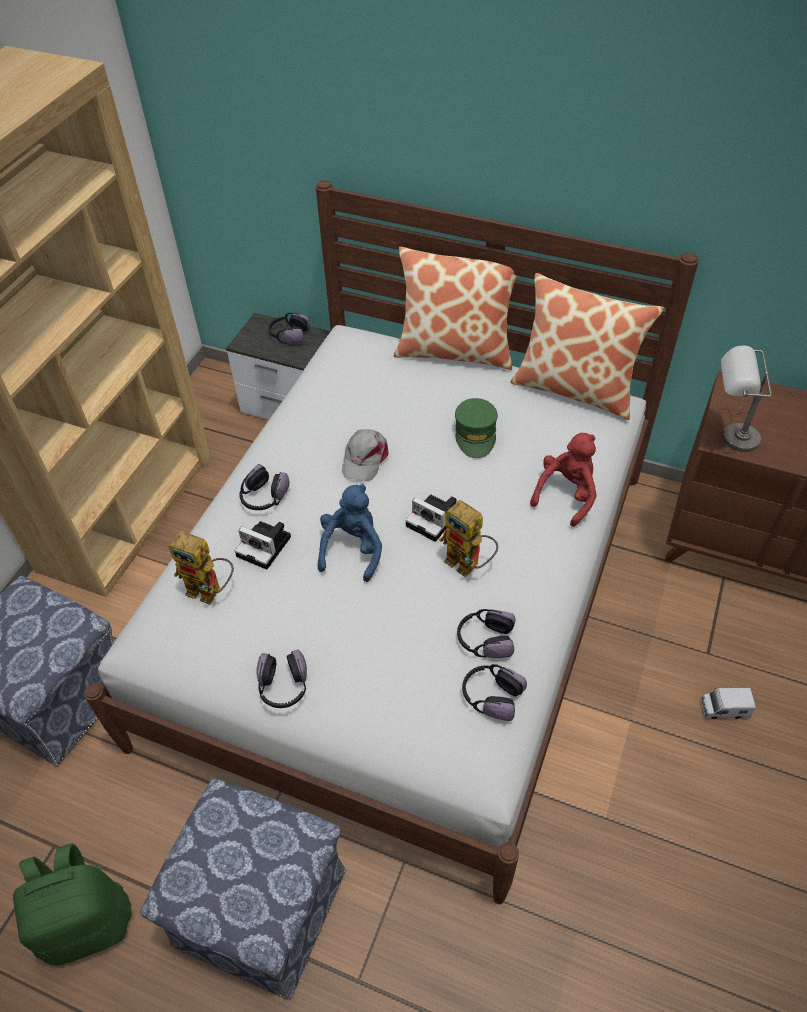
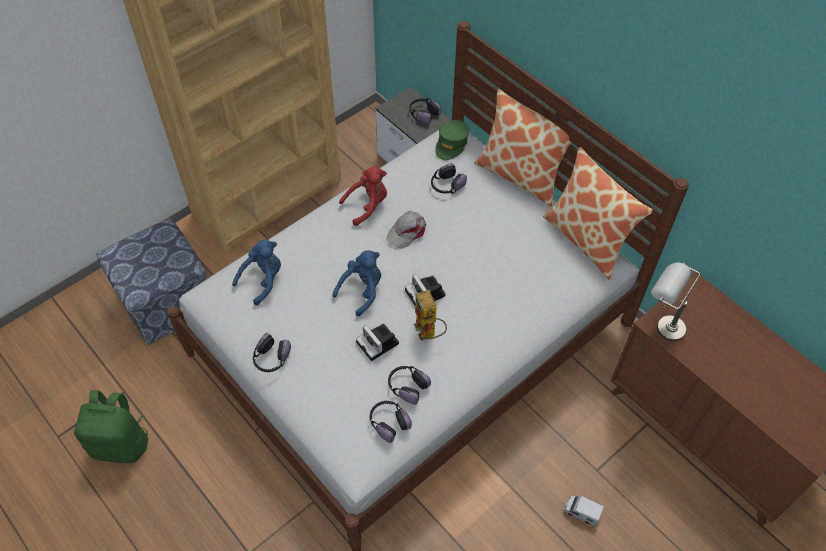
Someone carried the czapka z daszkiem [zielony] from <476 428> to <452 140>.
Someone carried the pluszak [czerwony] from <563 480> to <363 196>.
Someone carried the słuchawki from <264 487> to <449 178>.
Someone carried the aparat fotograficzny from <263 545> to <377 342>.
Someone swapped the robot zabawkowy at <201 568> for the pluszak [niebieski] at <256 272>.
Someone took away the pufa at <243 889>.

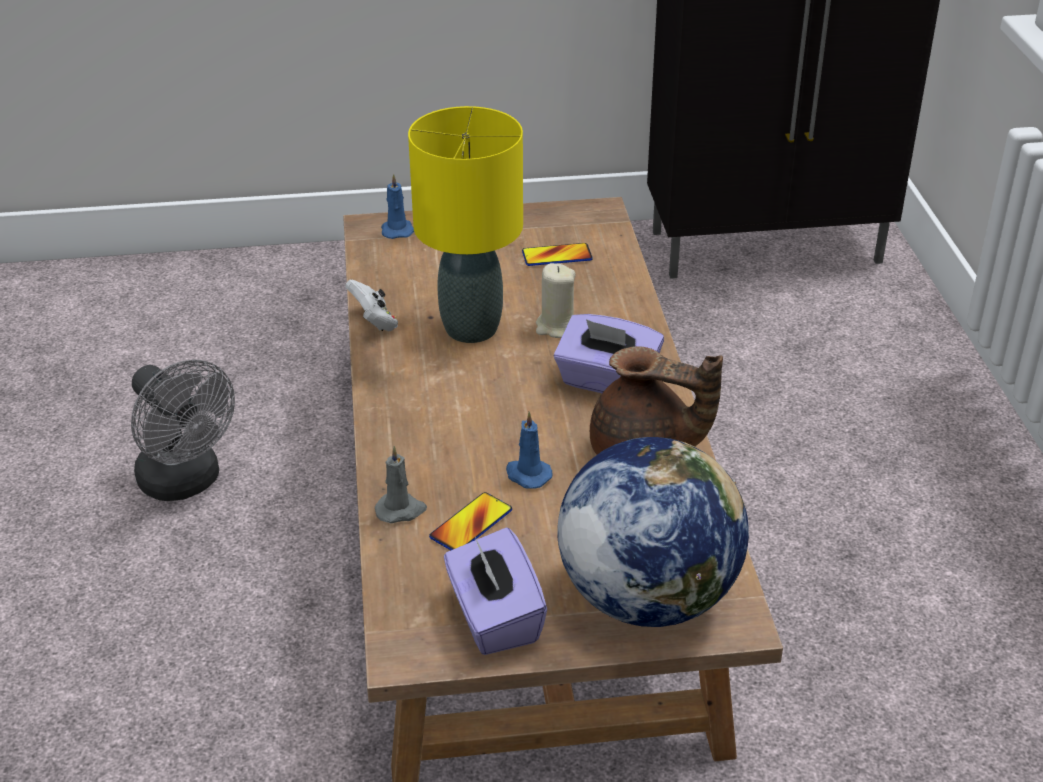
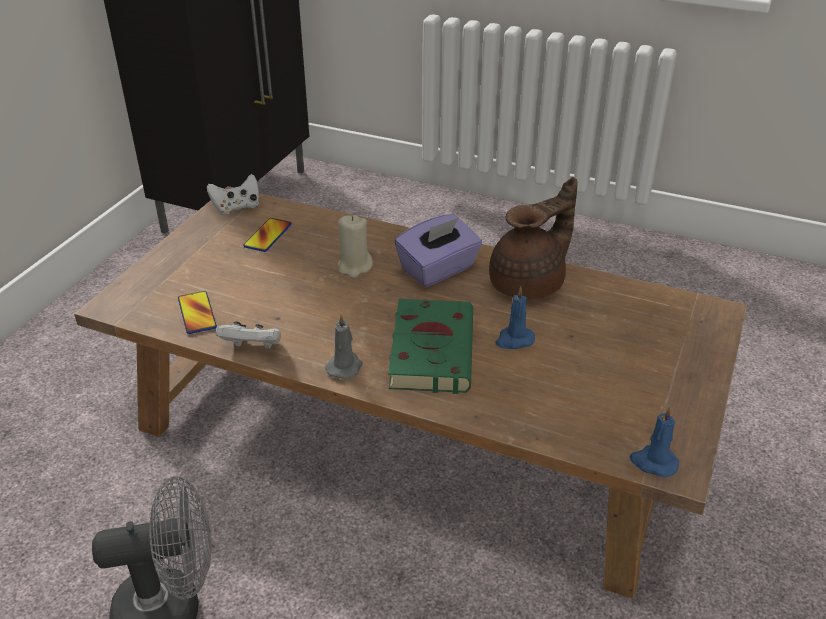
Someone took away the lampa stołowa [żółty] at <465 224>.
Someone carried the świeca [niebieski] from <397 206> to <654 442>.
Someone took away the globus at <653 532>.
Someone carried the świeca [szary] from <401 484> to <344 346>.
Someone carried the telefon from <470 521> to <197 312>.
Someone took away the pudełko chusteczek [fioletowy] at <495 591>.
Someone put down the pad do gier [biały] at <233 194>.
Someone put down the książka [zielony] at <430 346>.

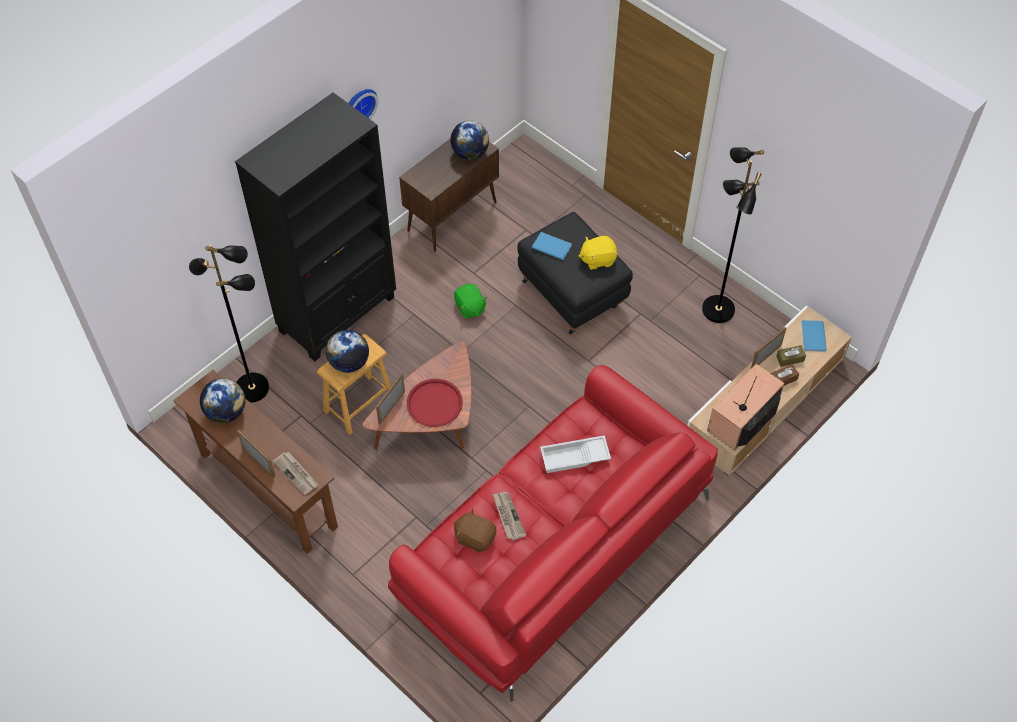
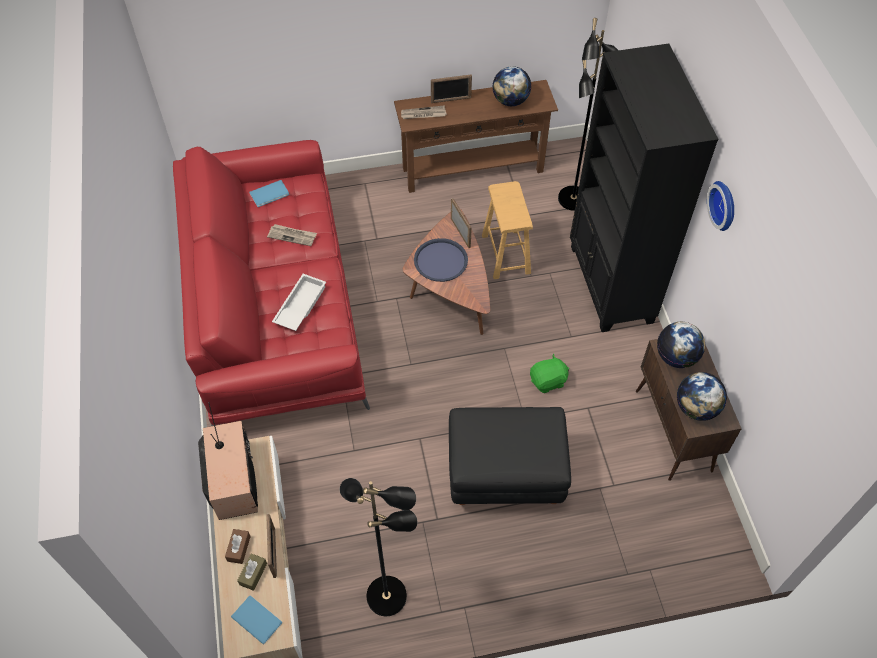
Someone carried the książka [niebieski] from <552 246> to <269 193>.
Someone took away the pluszak [żółty] at <598 253>.
Someone rotated the pluszak [zielony] at <470 301> by 150 degrees clockwise.
Someone carried the globus from <347 351> to <681 344>.
Someone repainted the taca [czerwony] at <435 403>, which became the taca [niebieski] at <441 260>.
Someone took away the pluszak [brązowy] at <475 530>.

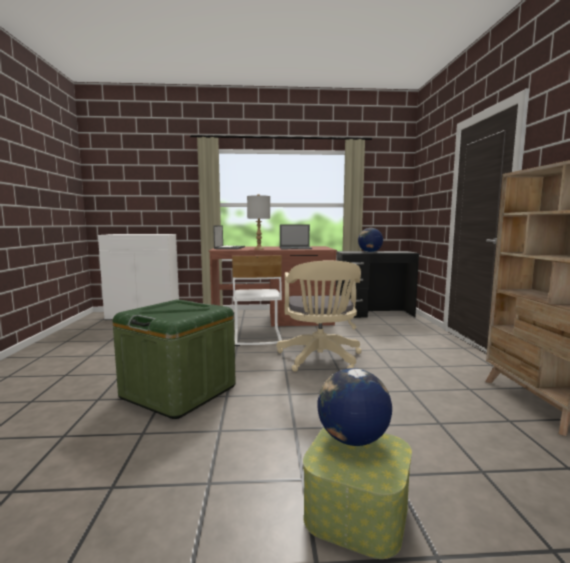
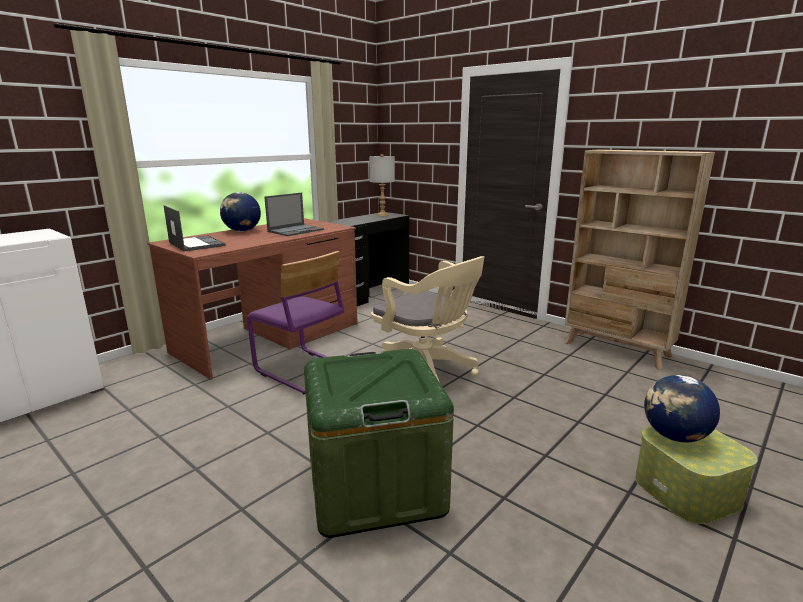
Someone carried the lampa stołowa [szary] from <258 222> to <382 185>.
Someone carried the globus from <370 240> to <240 212>.
Someone repainted the krzesło [biały] at <257 300>, which became the krzesło [fioletowy] at <295 322>.

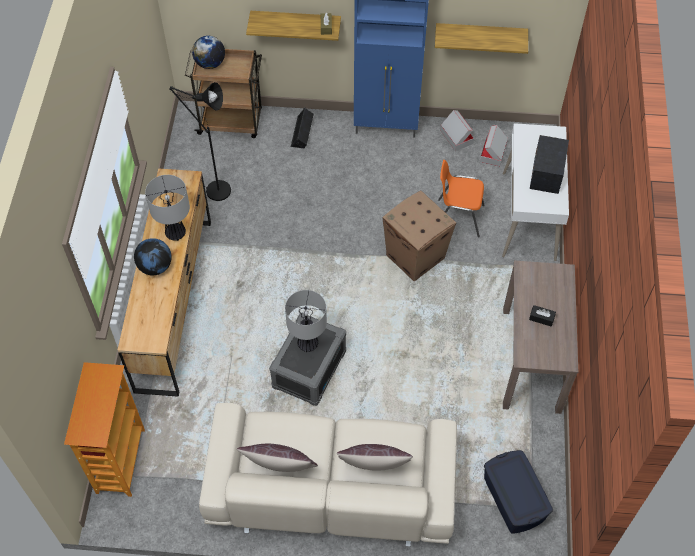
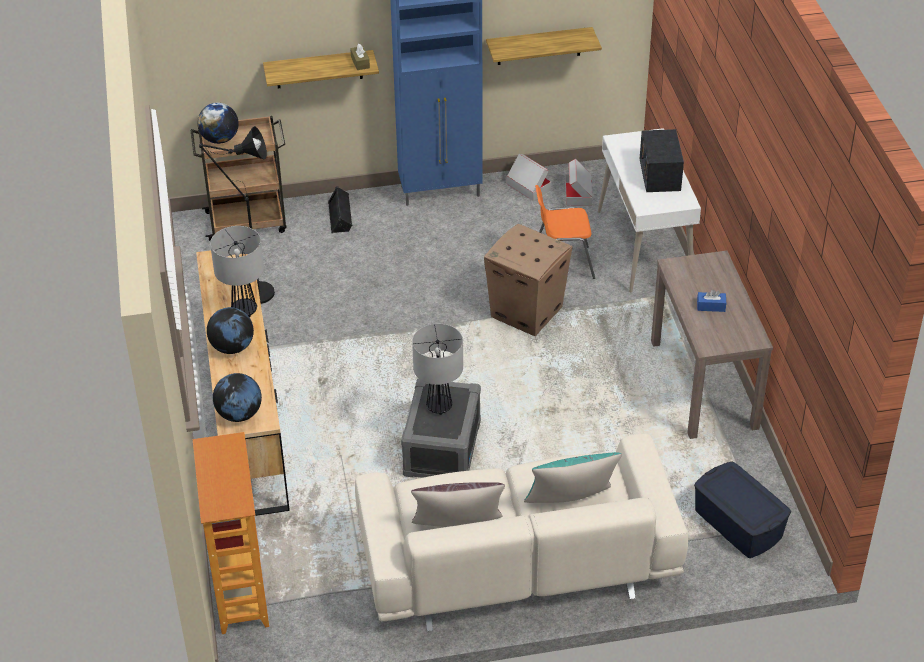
Someone repainted the pudełko chusteczek [czarny] at <542 315>, which became the pudełko chusteczek [niebieski] at <711 300>.
Someone repainted the poduszka [brązowy] at <375 457>, which became the poduszka [turkusowy] at <573 477>.
Someone put down the globus at <237 397>.

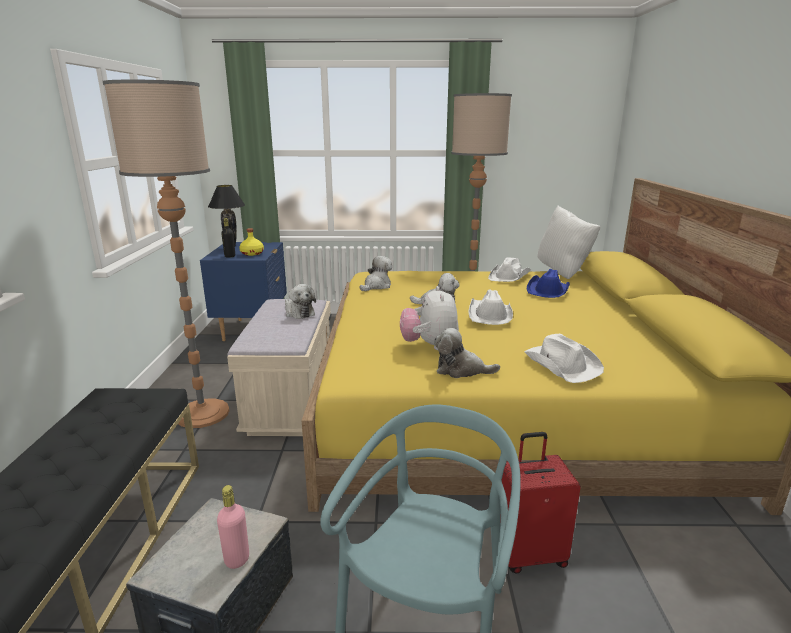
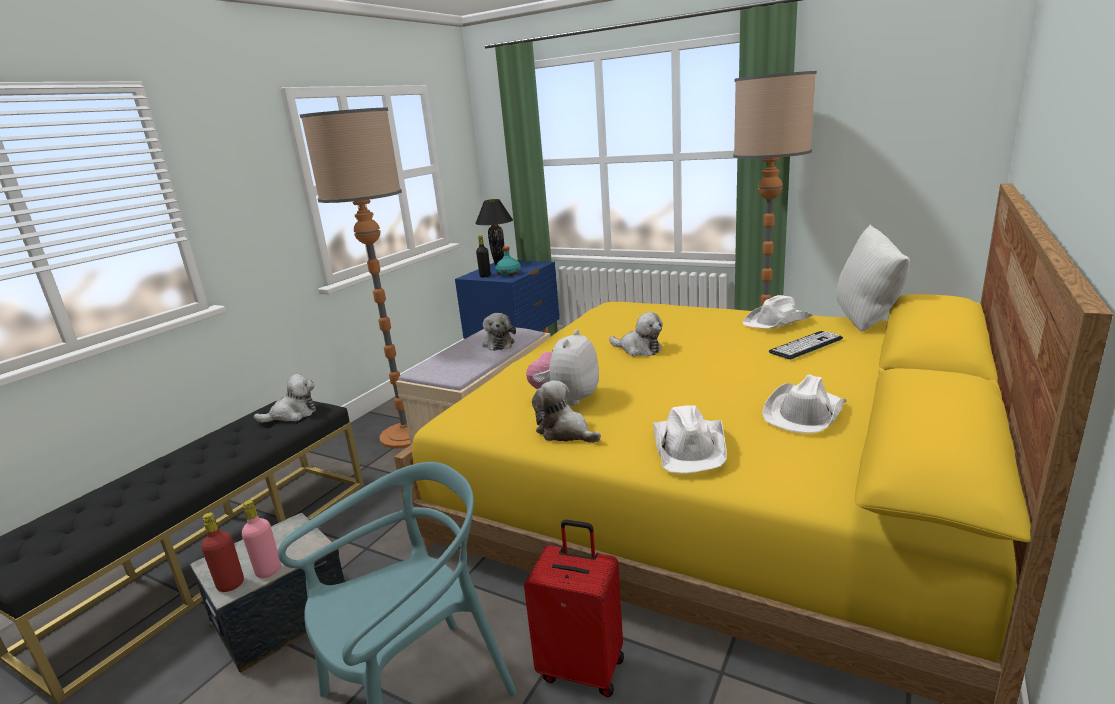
Someone repainted the butelka [żółty] at <251 242>, which became the butelka [turkusowy] at <508 261>.
Someone carried the pluszak from <376 273> to <285 398>.
Someone swapped the kapelusz [niebieski] at <548 283> for the klawiatura at <806 345>.
Someone carried the kapelusz [biały] from <490 307> to <804 403>.
Someone put down the butelka [czerwony] at <222 552>.

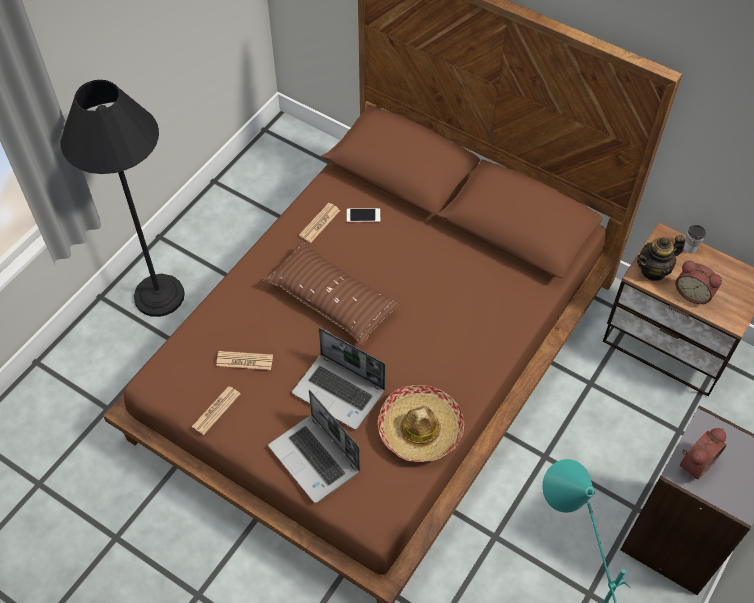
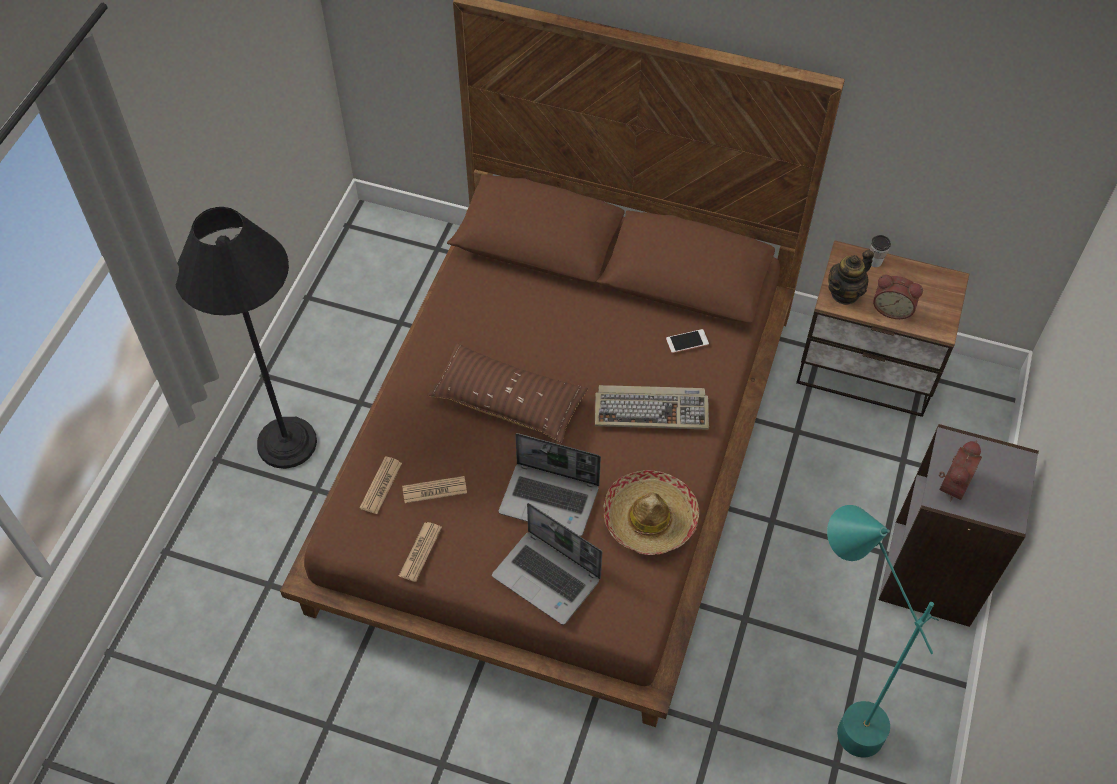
Someone carried the gazeta from <319 222> to <381 485>.
Someone carried the telefon from <363 215> to <687 341>.
Someone put down the klawiatura at <652 407>.

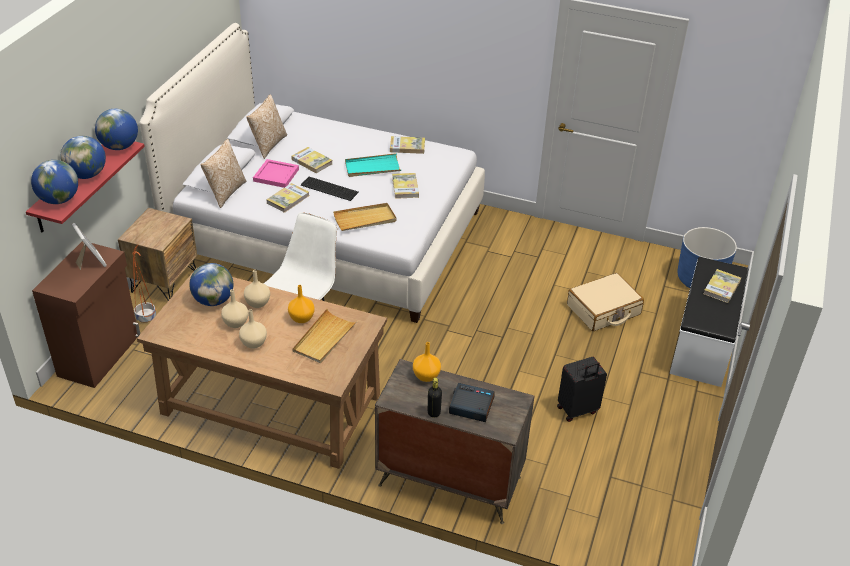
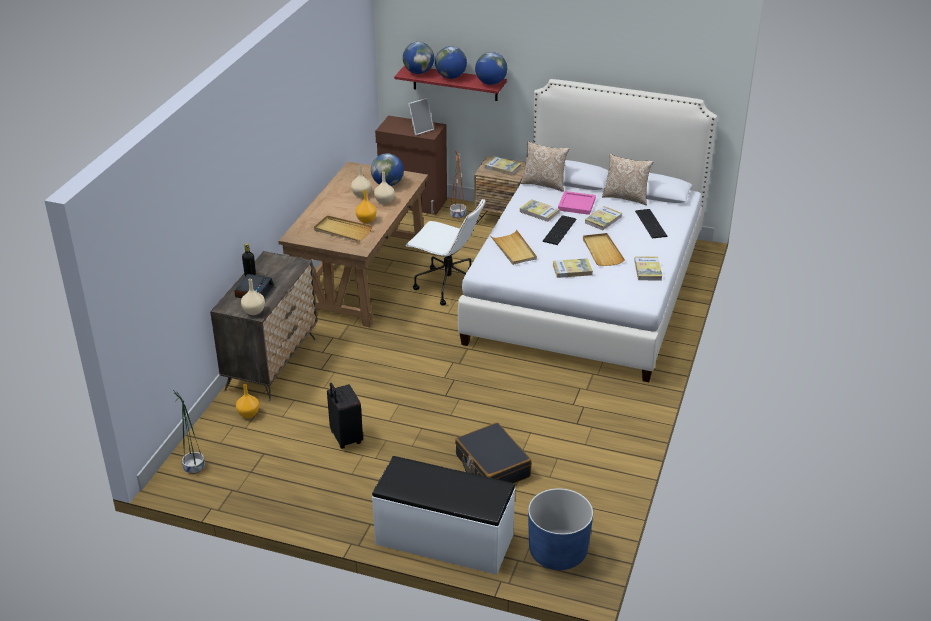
Someone repainted the taca [turkusowy] at <373 165>, which became the taca [beżowy] at <604 249>.
Someone carried the książka from <722 286> to <503 166>.
Someone repainted the walizka [beżowy] at <605 302>, which became the walizka [czarny] at <493 453>.
Someone carried the wazon [beżowy] from <253 329> to <253 297>.
Someone carried the wazon [pomarańczowy] from <427 362> to <247 401>.
Someone put down the klawiatura at <651 223>.
Someone put down the donica [zielony] at <189 432>.

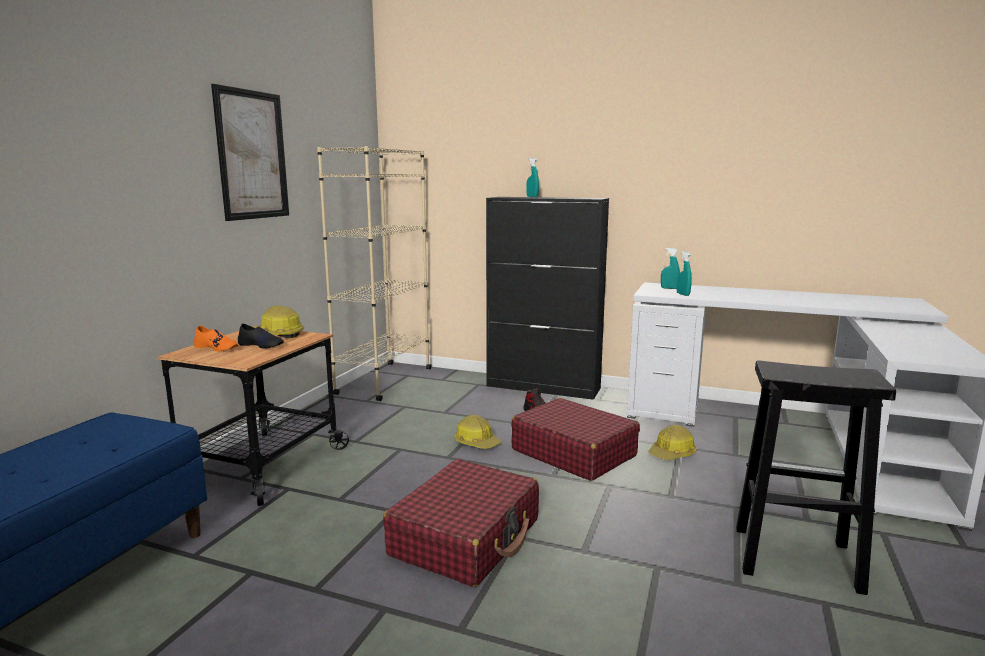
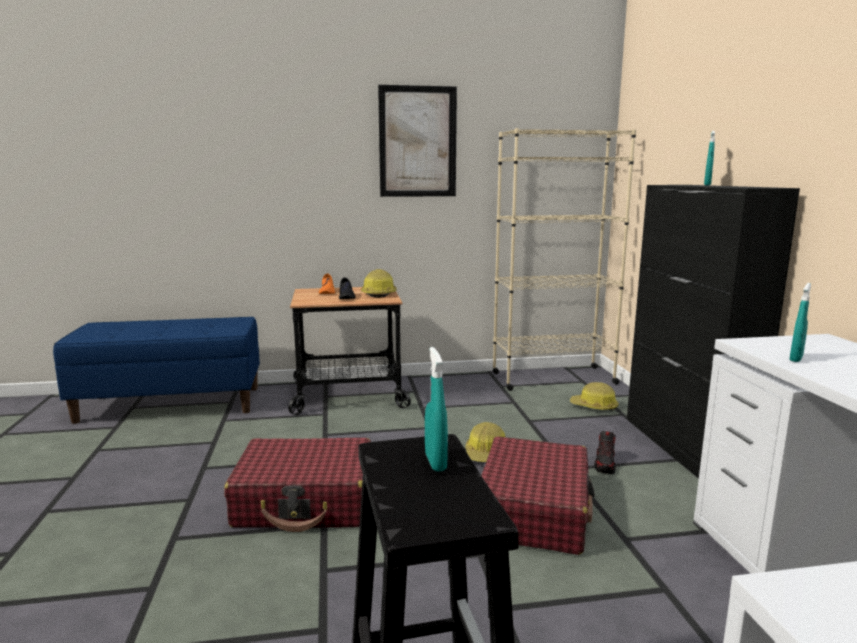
Someone carried the spryskiwacz [turkusowy] from <670 268> to <436 409>.
Someone carried the kask from <672 442> to <594 396>.

